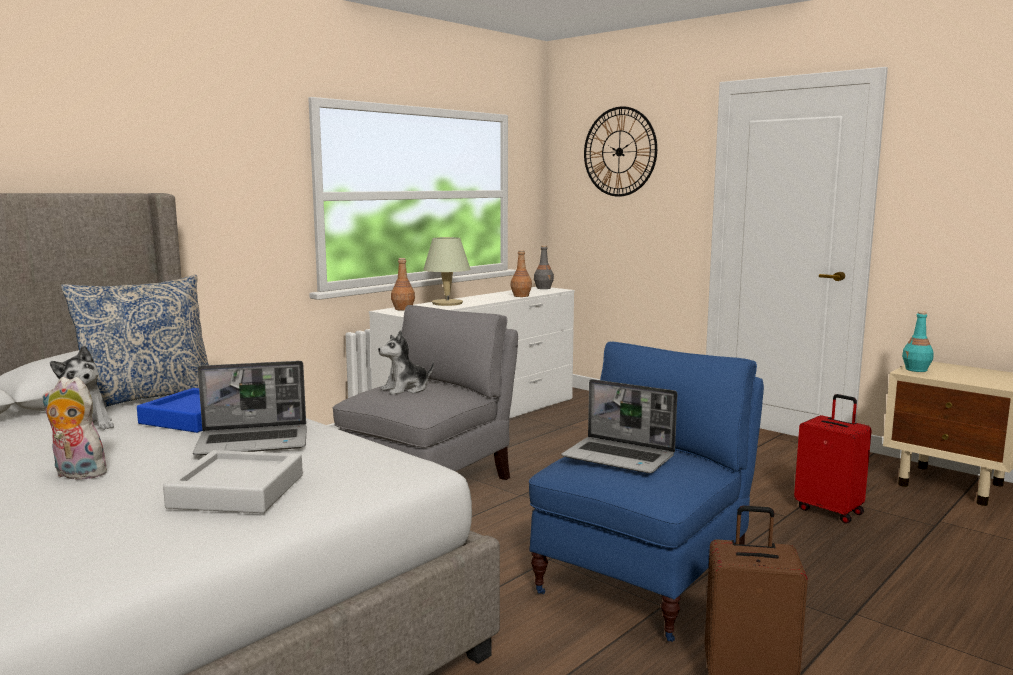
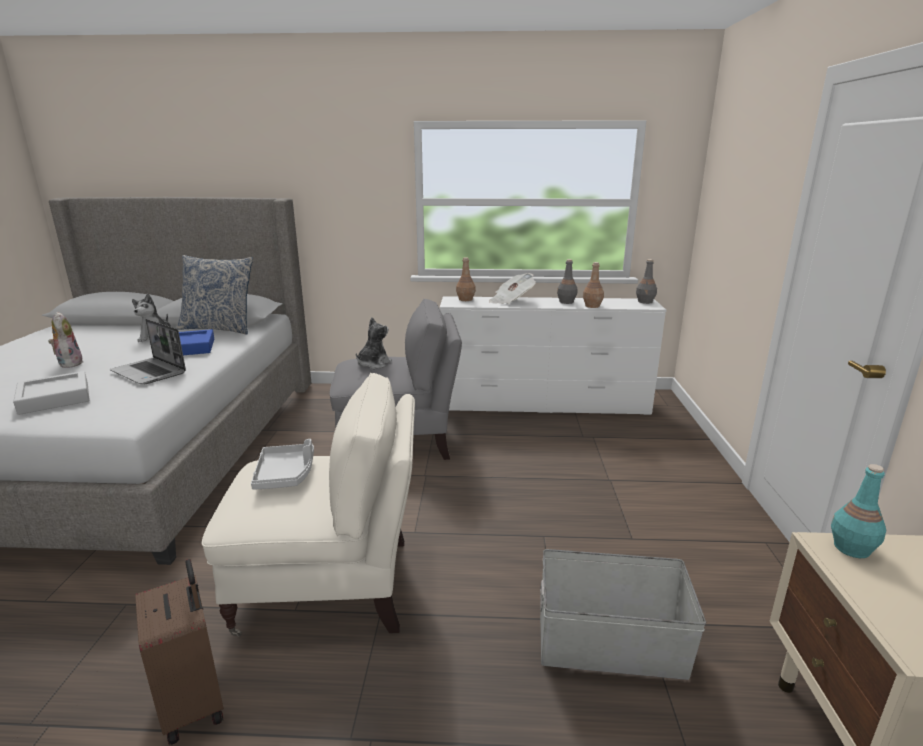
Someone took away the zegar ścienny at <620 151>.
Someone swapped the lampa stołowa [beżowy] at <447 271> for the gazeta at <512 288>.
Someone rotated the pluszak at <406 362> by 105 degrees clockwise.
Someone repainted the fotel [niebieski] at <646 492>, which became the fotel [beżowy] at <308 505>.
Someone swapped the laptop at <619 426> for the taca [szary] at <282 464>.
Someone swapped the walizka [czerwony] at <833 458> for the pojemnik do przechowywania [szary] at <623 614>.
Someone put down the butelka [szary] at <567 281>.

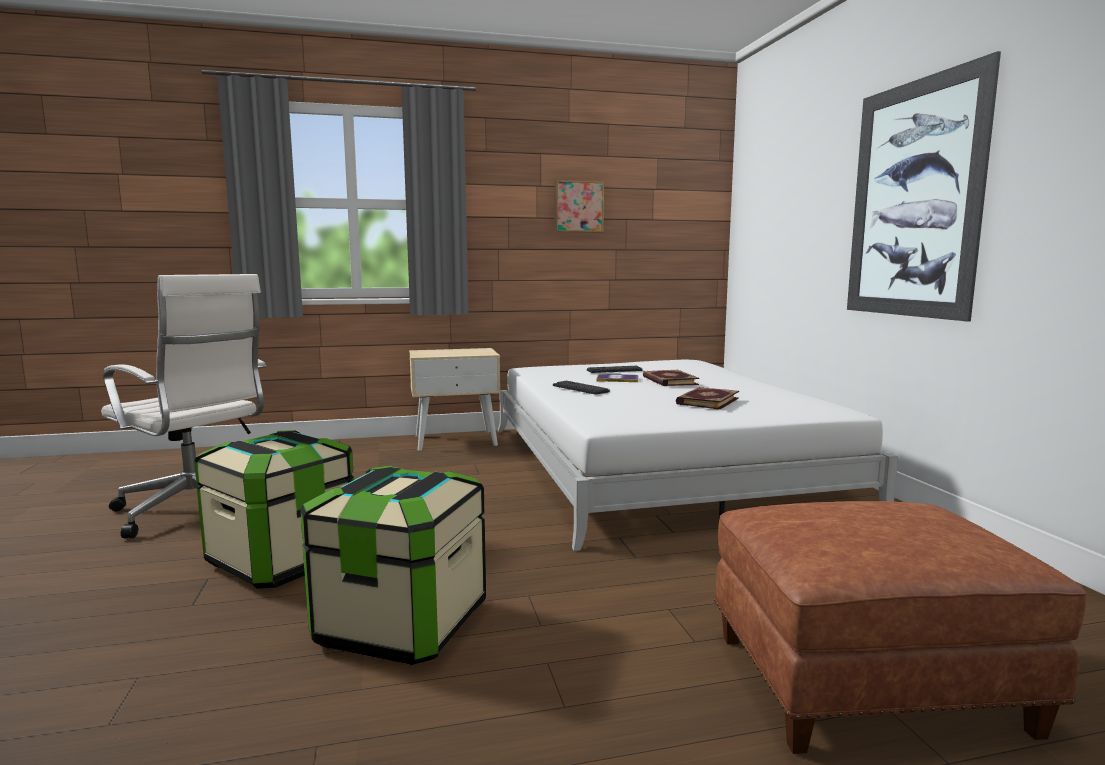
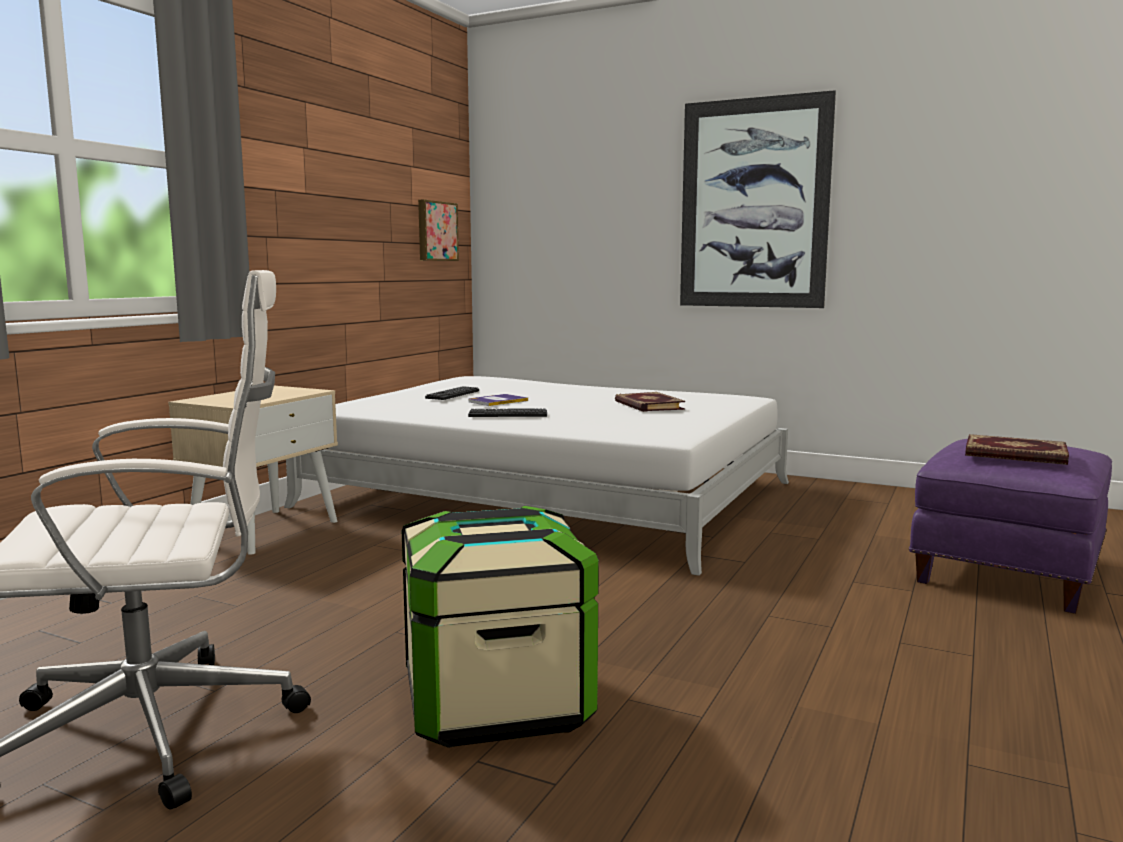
Someone carried the obraz from <579 206> to <438 230>.
Someone carried the książka from <671 378> to <1017 449>.
Someone took away the pojemnik do przechowywania at <393 565>.
Someone repainted the pufa [brązowy] at <900 627>, which became the pufa [fioletowy] at <1010 526>.

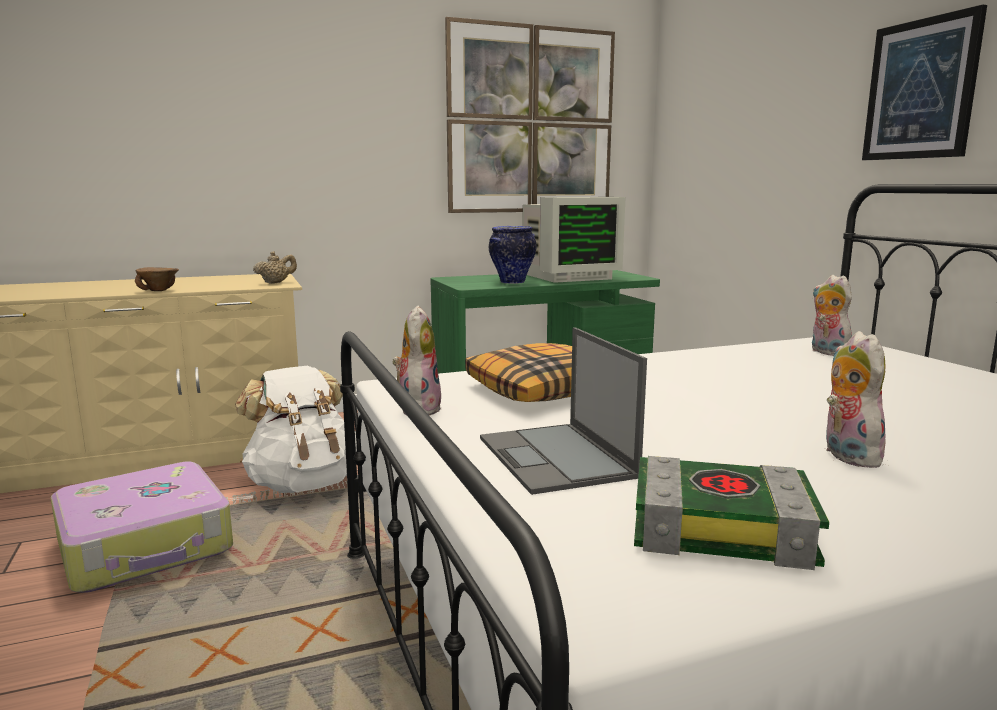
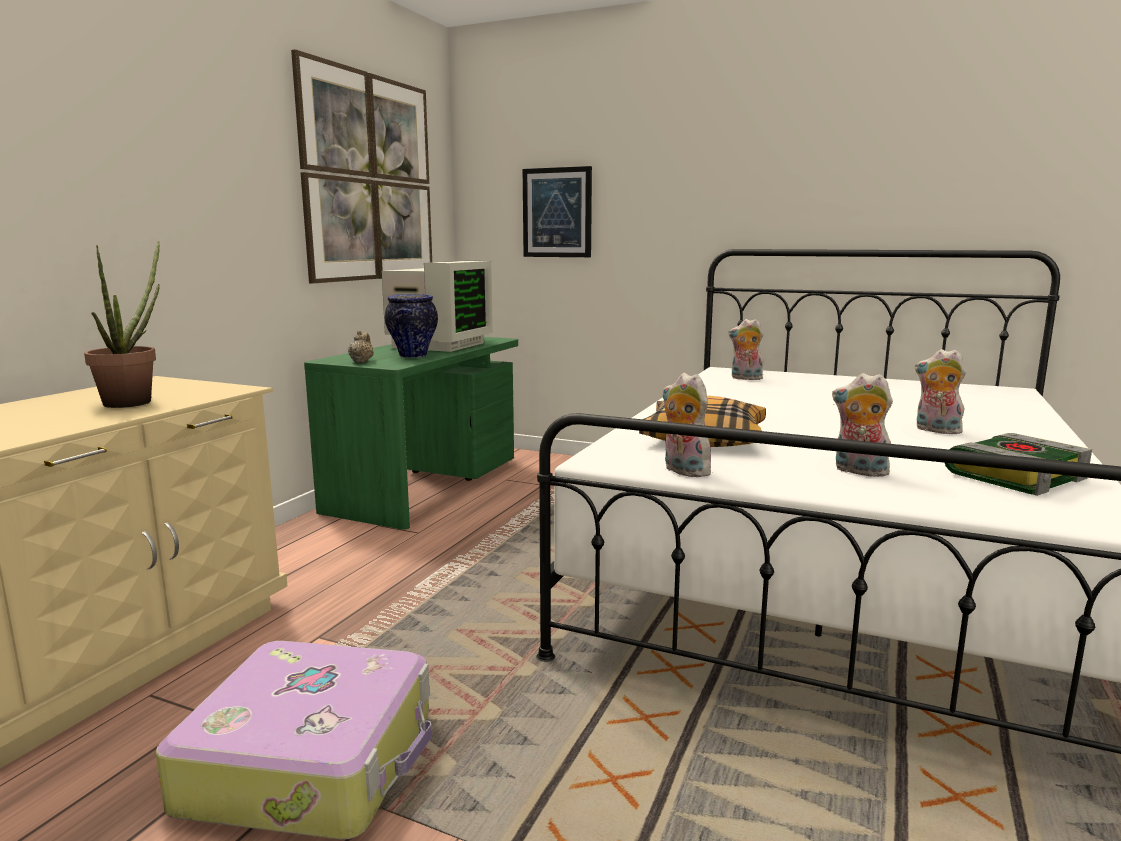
Someone carried the obraz from <924 82> to <557 211>.
Someone carried the imbryk [beżowy] from <275 267> to <361 346>.
Someone took away the miska [brązowy] at <157 279>.
Someone swapped the laptop at <563 411> for the pluszak at <862 425>.
Someone took away the plecak [biały] at <296 429>.
Someone put down the roślina doniczkowa at <122 324>.

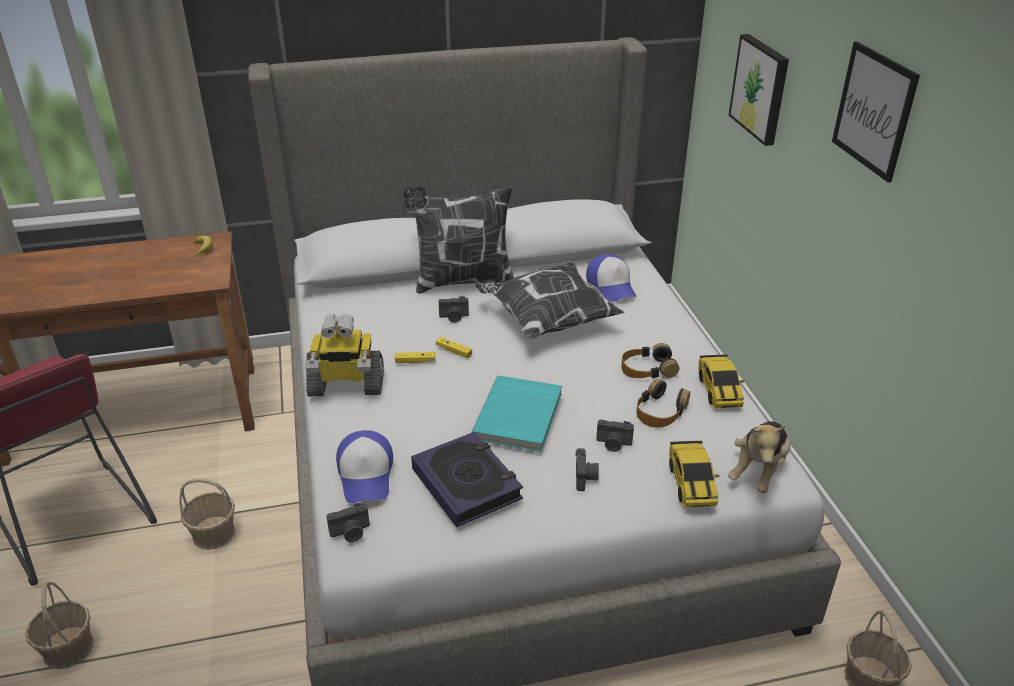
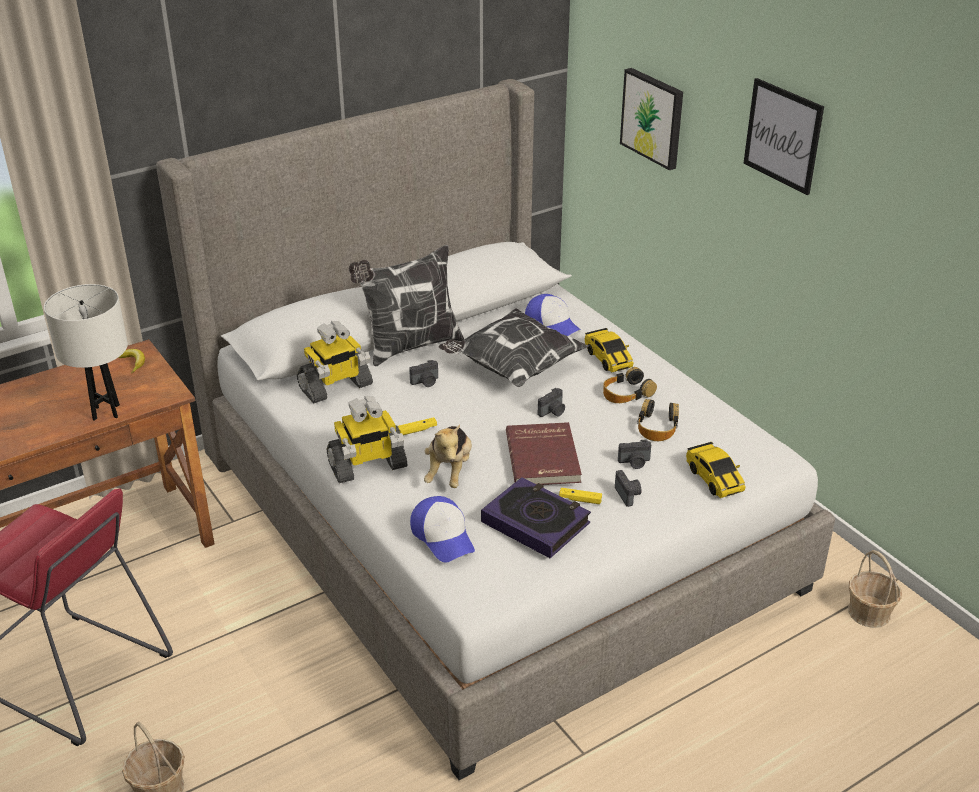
Someone carried the pad do gier [żółty] from <454 347> to <580 496>.
Someone carried the samochodzik from <721 381> to <609 350>.
Someone repainted the książka [turkusowy] at <516 413>, which became the książka [czerwony] at <544 453>.
Someone carried the pluszak from <759 457> to <448 456>.
Someone took away the koszyk at <207 514>.
Someone carried the aparat fotograficzny from <348 522> to <551 402>.
Someone put down the lampa stołowa [biały] at <86 352>.
Someone put down the robot zabawkowy at <335 362>.

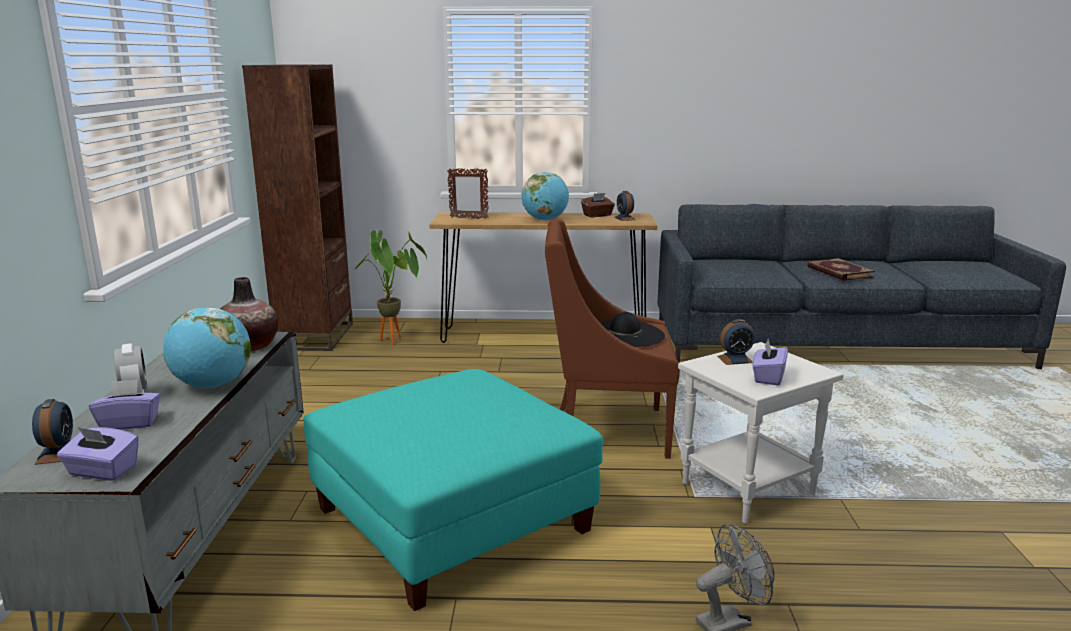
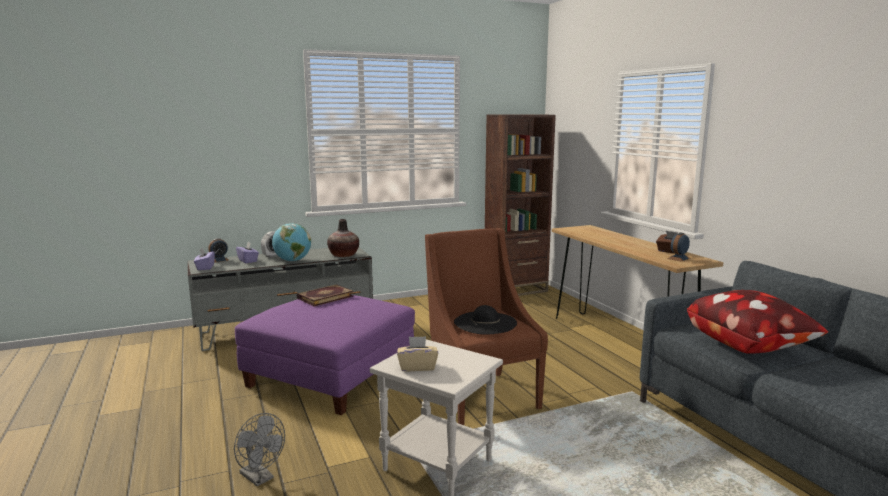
Someone took away the ramka na zdjęcie at <468 193>.
Someone took away the globus at <545 196>.
Someone took away the roślina doniczkowa at <390 287>.
Someone carried the książka from <841 269> to <325 295>.
Someone took away the budzik at <736 342>.
Someone repainted the pudełko chusteczek [fioletowy] at <770 362>, which became the pudełko chusteczek [beżowy] at <417 353>.
Someone repainted the pufa [turkusowy] at <453 490>, which became the pufa [fioletowy] at <325 355>.
Someone put down the poduszka at <757 322>.

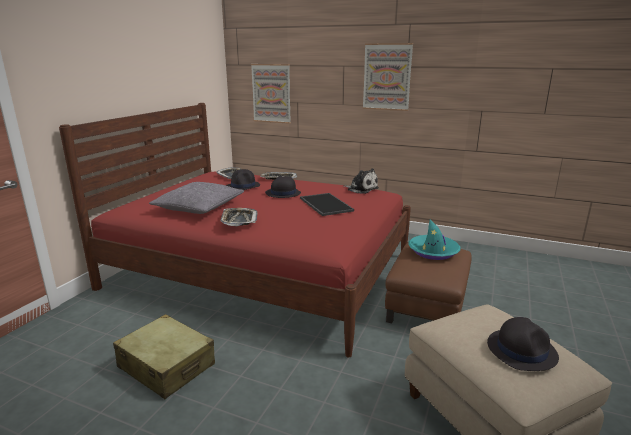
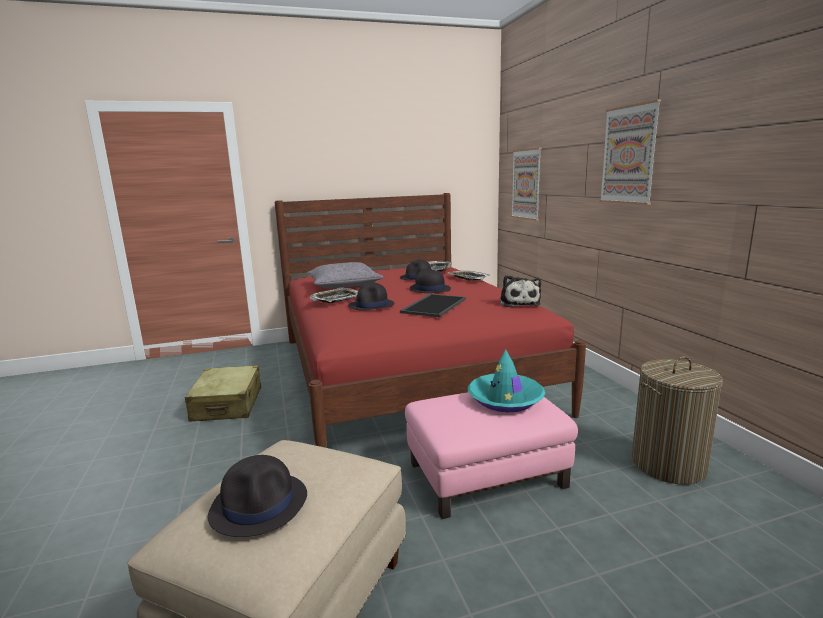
Someone repainted the pufa [brązowy] at <428 282>, which became the pufa [różowy] at <491 455>.
Someone put down the kapelusz [czarny] at <371 297>.
Someone put down the kosz na pranie at <677 420>.

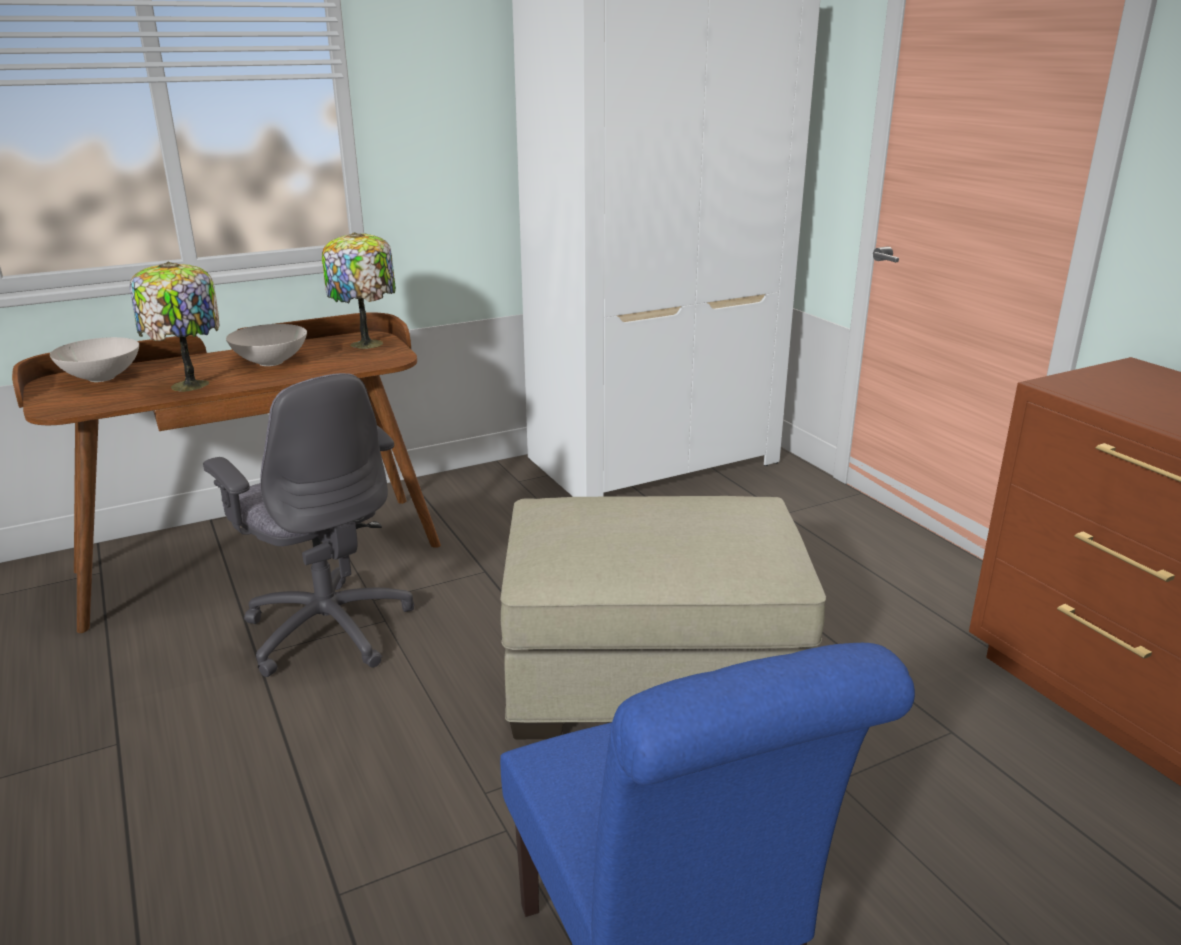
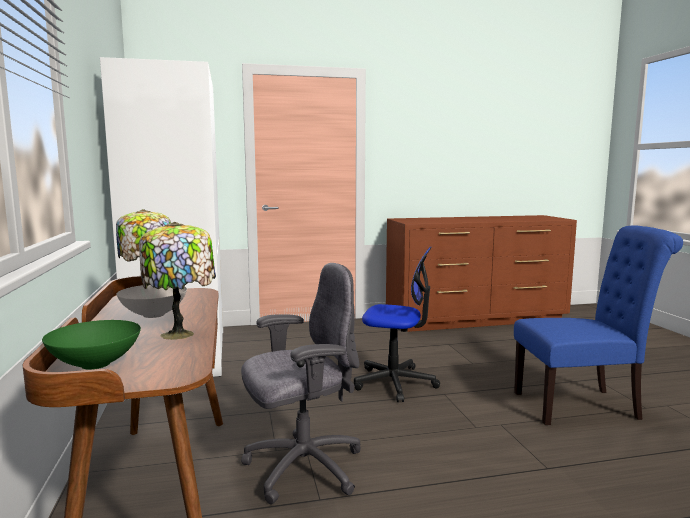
Someone repainted the miska [biały] at <94 359>, which became the miska [zielony] at <91 345>.
Someone swapped the pufa [beżowy] at <663 617> for the krzesło biurowe at <397 324>.

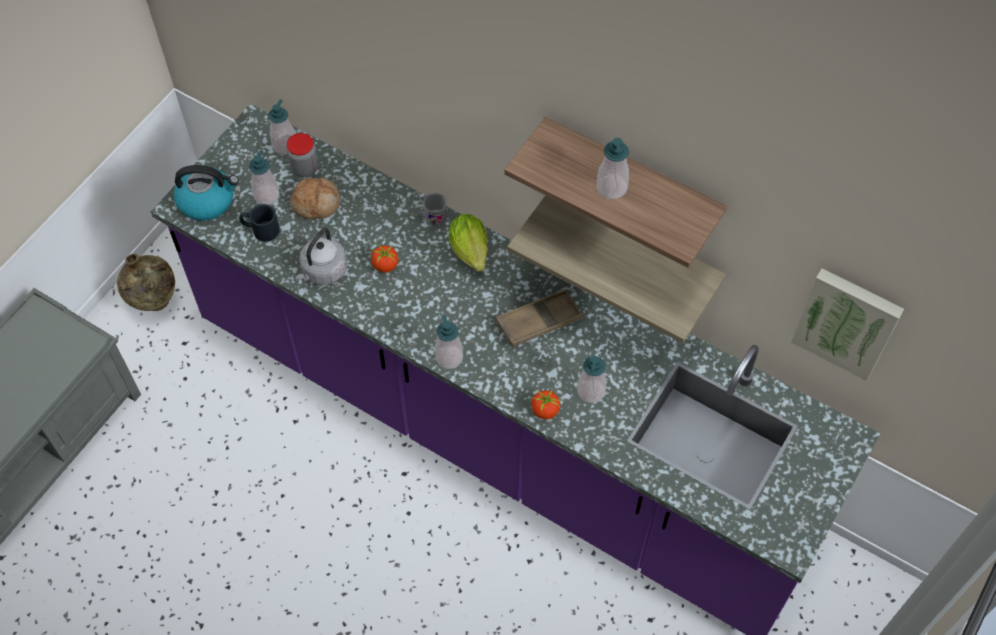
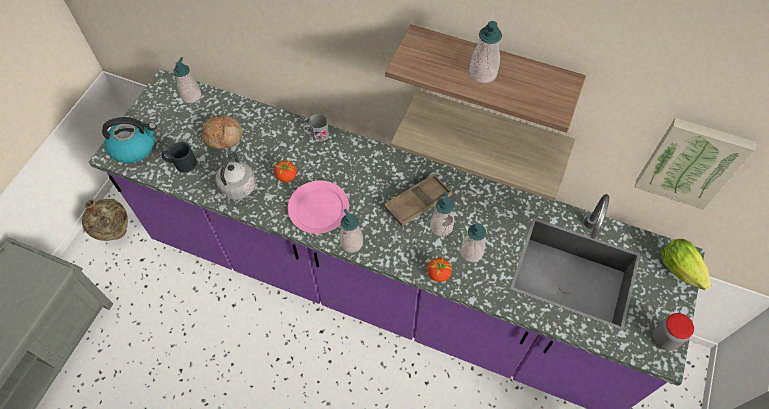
Someone carried the słoik from <302 155> to <673 332>.
Someone carried the dozownik mydła from <264 177> to <442 214>.
Someone carried the sałata from <468 243> to <686 264>.
Someone put down the talerz [różowy] at <318 207>.

